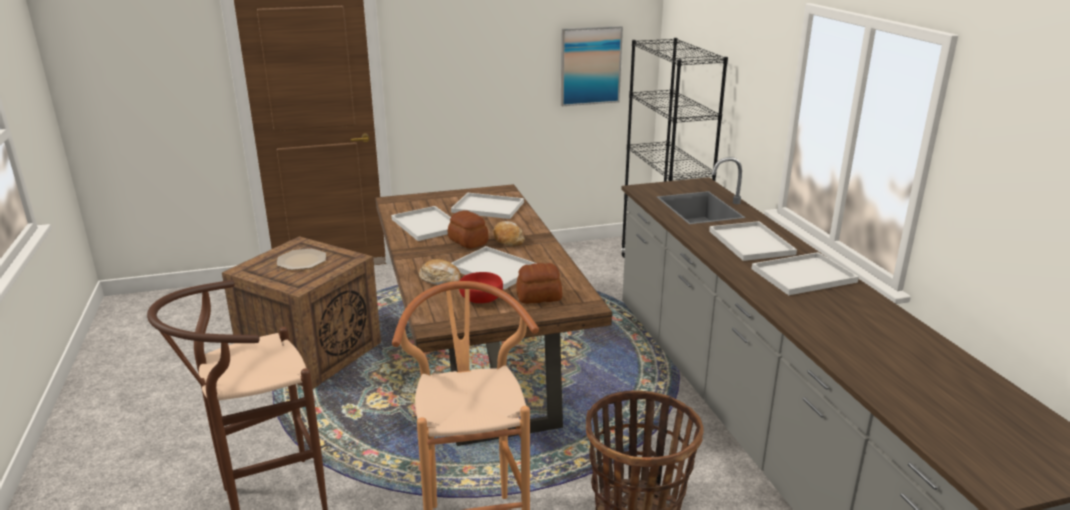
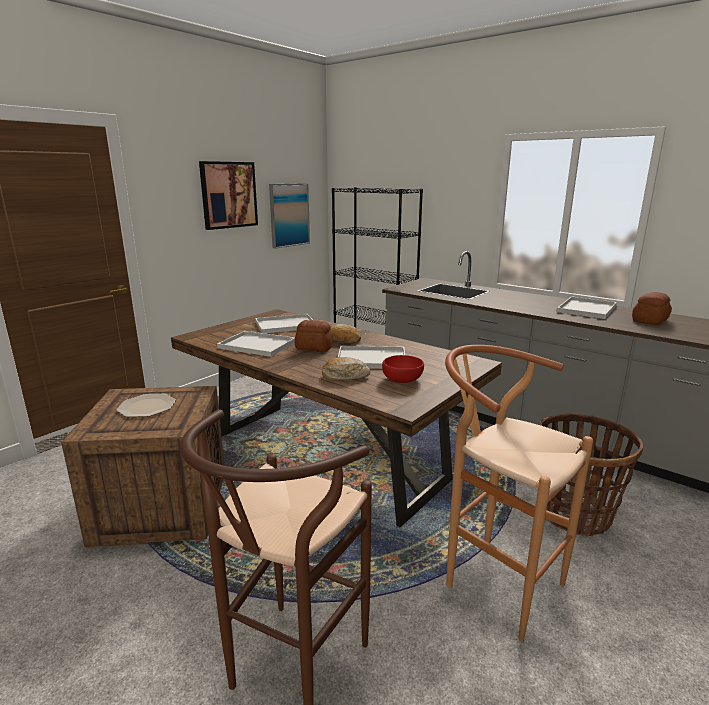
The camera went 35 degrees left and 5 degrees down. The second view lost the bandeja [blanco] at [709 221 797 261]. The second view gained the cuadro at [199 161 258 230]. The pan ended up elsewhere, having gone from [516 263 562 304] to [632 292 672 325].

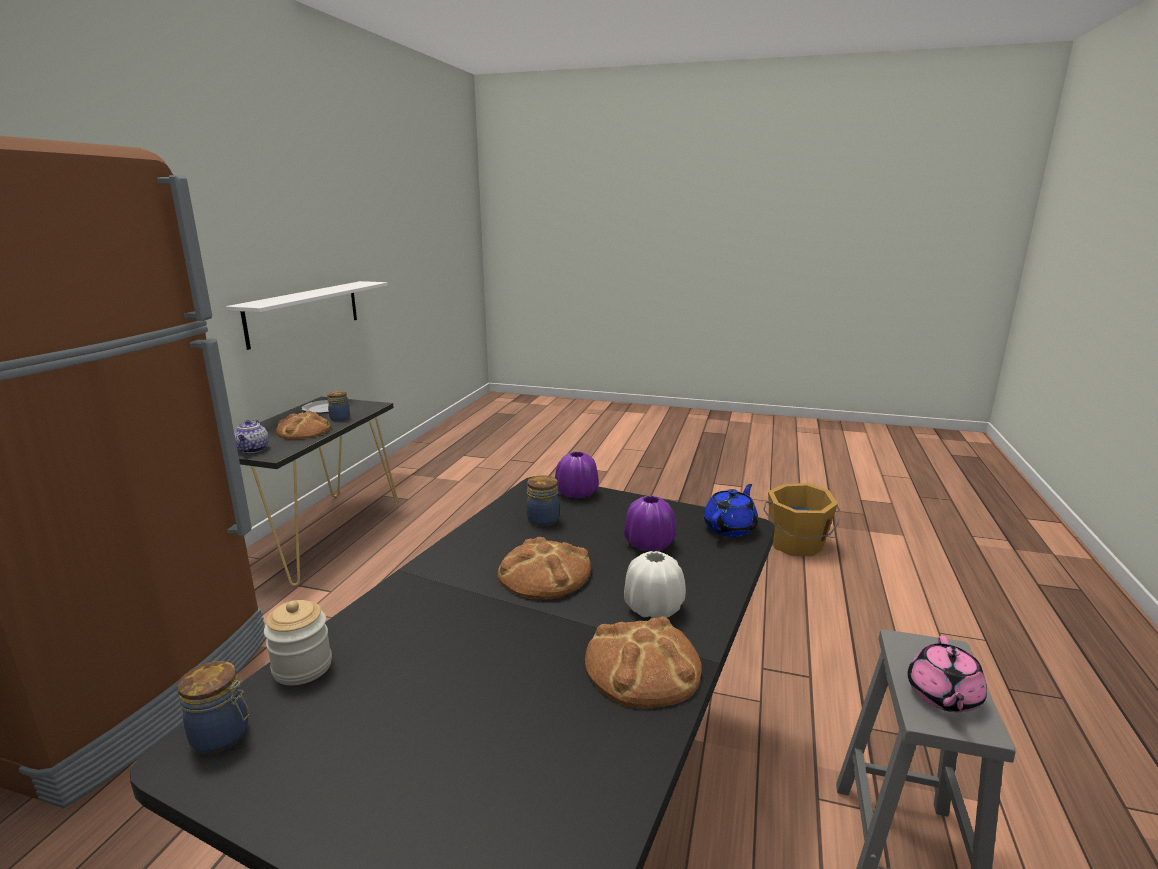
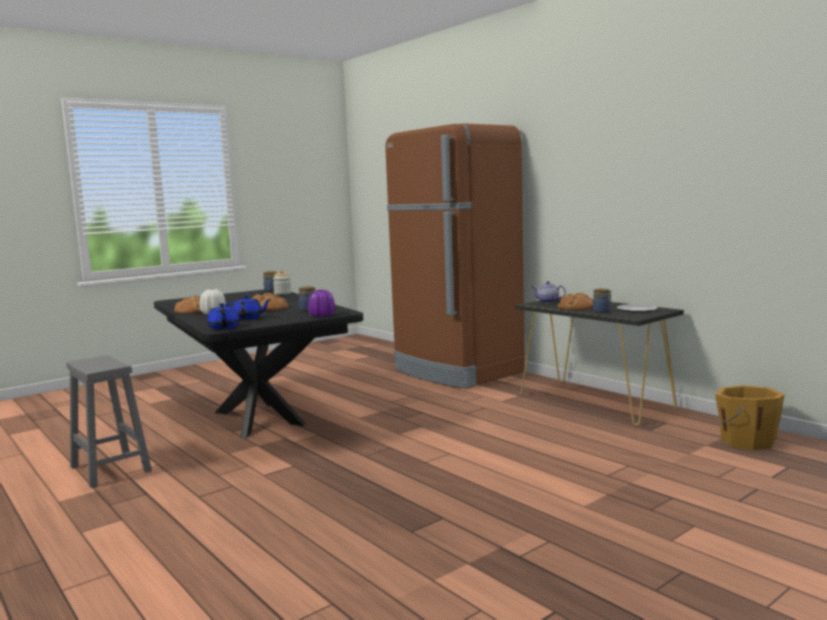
The camera went 125 degrees right and 10 degrees down. The second view lost the estante [blanco] at [226 281 388 350]. The second view lost the tetera [rosa] at [908 636 987 712]. The cubo [naranja] ended up elsewhere, having gone from [763 483 840 556] to [715 385 785 450]. Where the florero [morado] stood at [624 496 676 552], the tetera [azul] came to stand at [225 295 272 320].

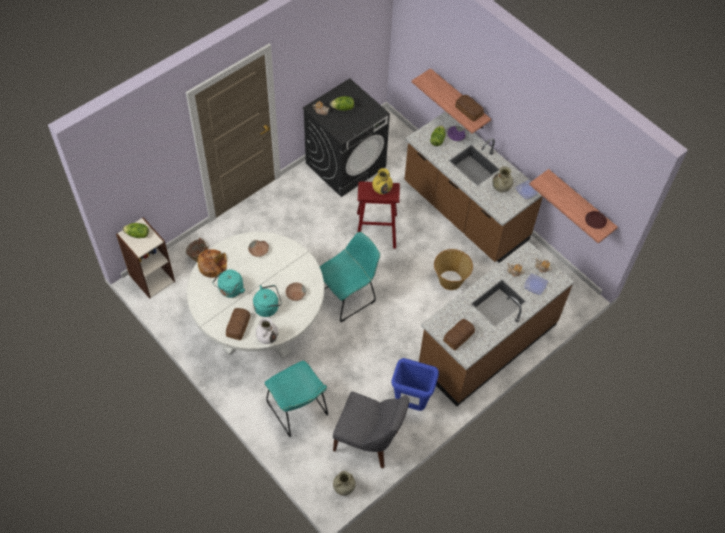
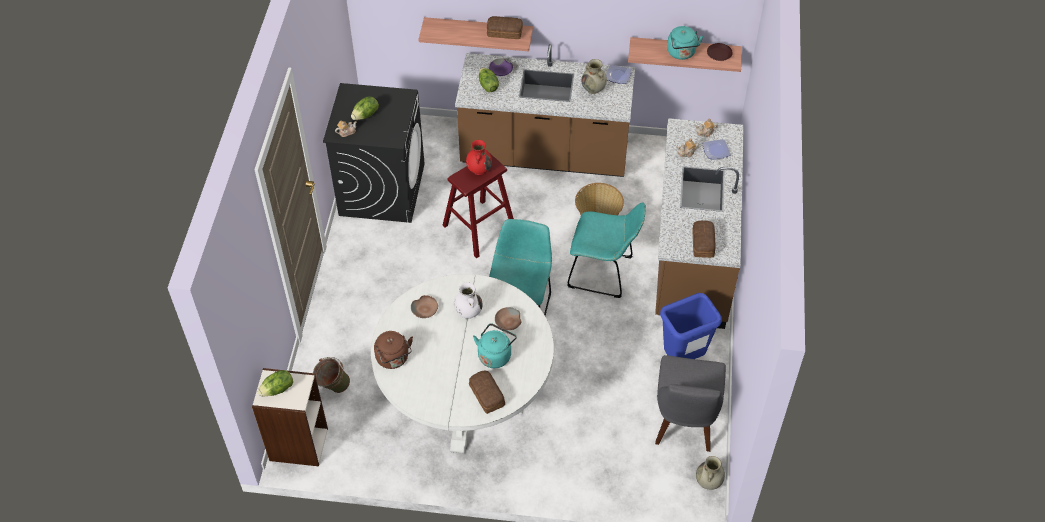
The camera went 40 degrees left and 5 degrees down. The hervidor [turquesa] ended up elsewhere, having gone from [212 270 245 298] to [667 26 704 60]. The florero [blanco] ended up elsewhere, having gone from [256 317 278 344] to [454 282 483 319]. The silla [turquesa] ended up elsewhere, having gone from [265 361 328 437] to [567 202 646 298]. Where the pan stood at [197 249 227 278], the hervidor [marrón] came to stand at [374 331 413 369]. What was the florero [amarillo] at [372 168 393 194] turned into the florero [rojo] at [466 140 492 175]. The silla [gris] at [333 392 409 468] ended up facing another way, 120 degrees clockwise from before.

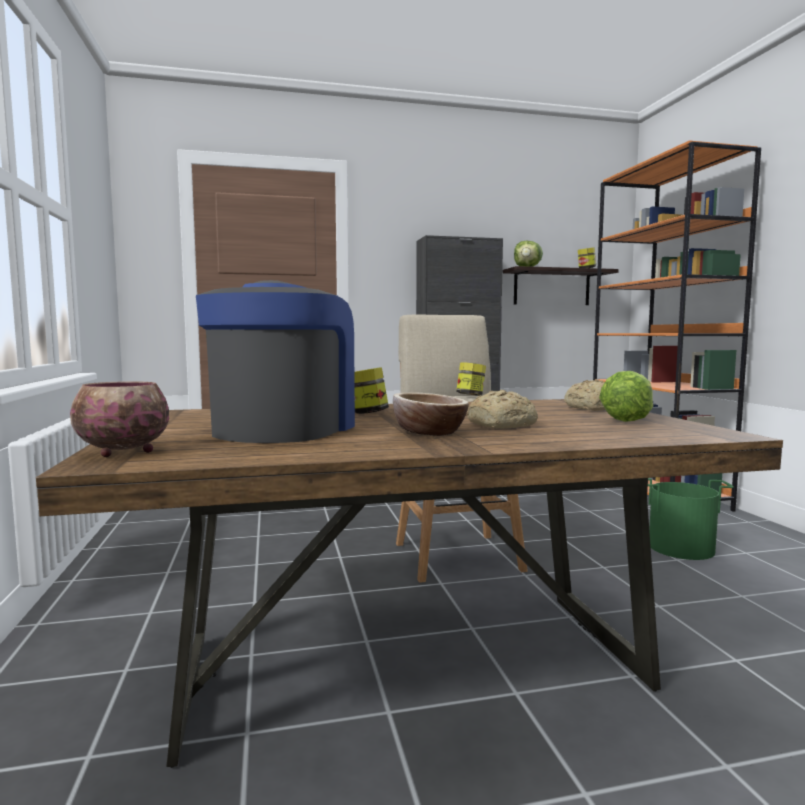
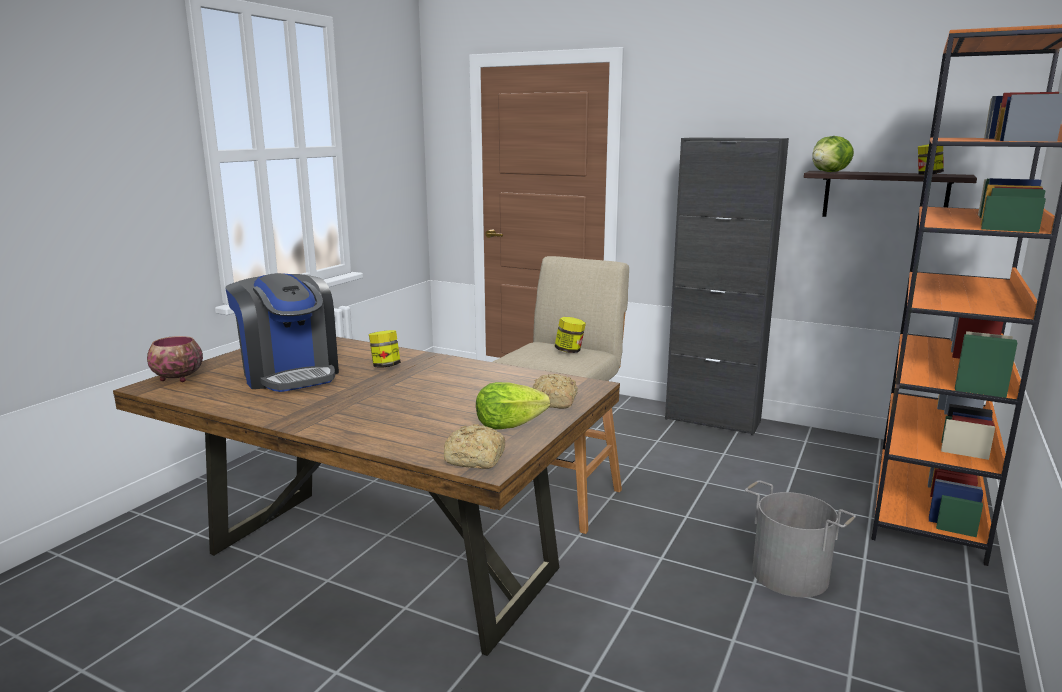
The camera went 40 degrees right and 10 degrees up. The second view lost the cuenco at [393 392 469 436]. The pan ended up elsewhere, having gone from [467 390 538 429] to [444 424 505 469]. What was the cubo [verde] at [648 478 734 560] turned into the cubo [gris] at [745 480 856 597]. The cafetera at [196 280 355 443] ended up facing another way, 90 degrees clockwise from before.

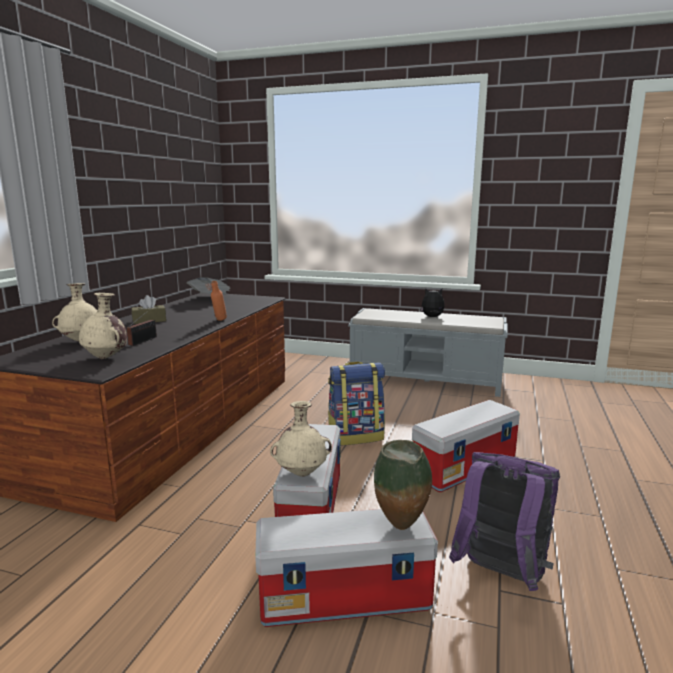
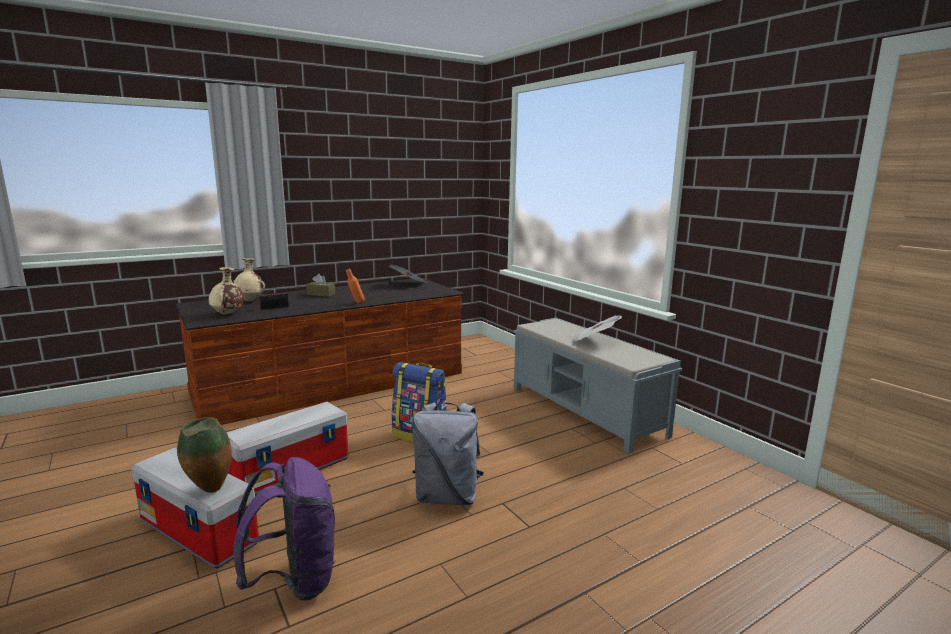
The camera went 40 degrees right and 0 degrees up. The second view lost the florero [beis] at [270 401 332 477]. Where the caja de almacenaje stood at [412 400 520 492], the mochila [gris] came to stand at [412 402 484 505]. Where the peluche stood at [421 288 445 317], the periódico came to stand at [570 315 622 342].

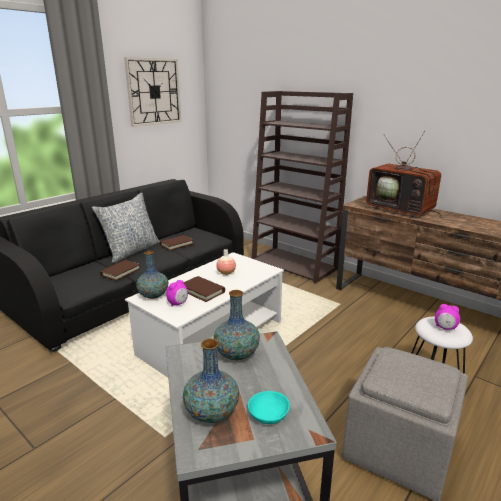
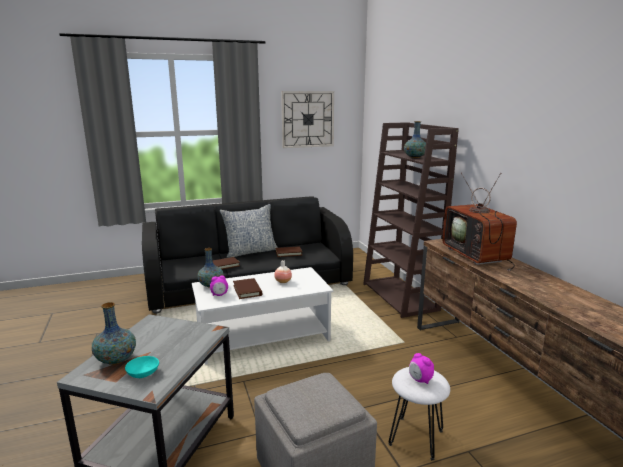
The camera went 30 degrees right and 5 degrees down. The florero ended up elsewhere, having gone from [213 290 260 360] to [404 121 426 158].

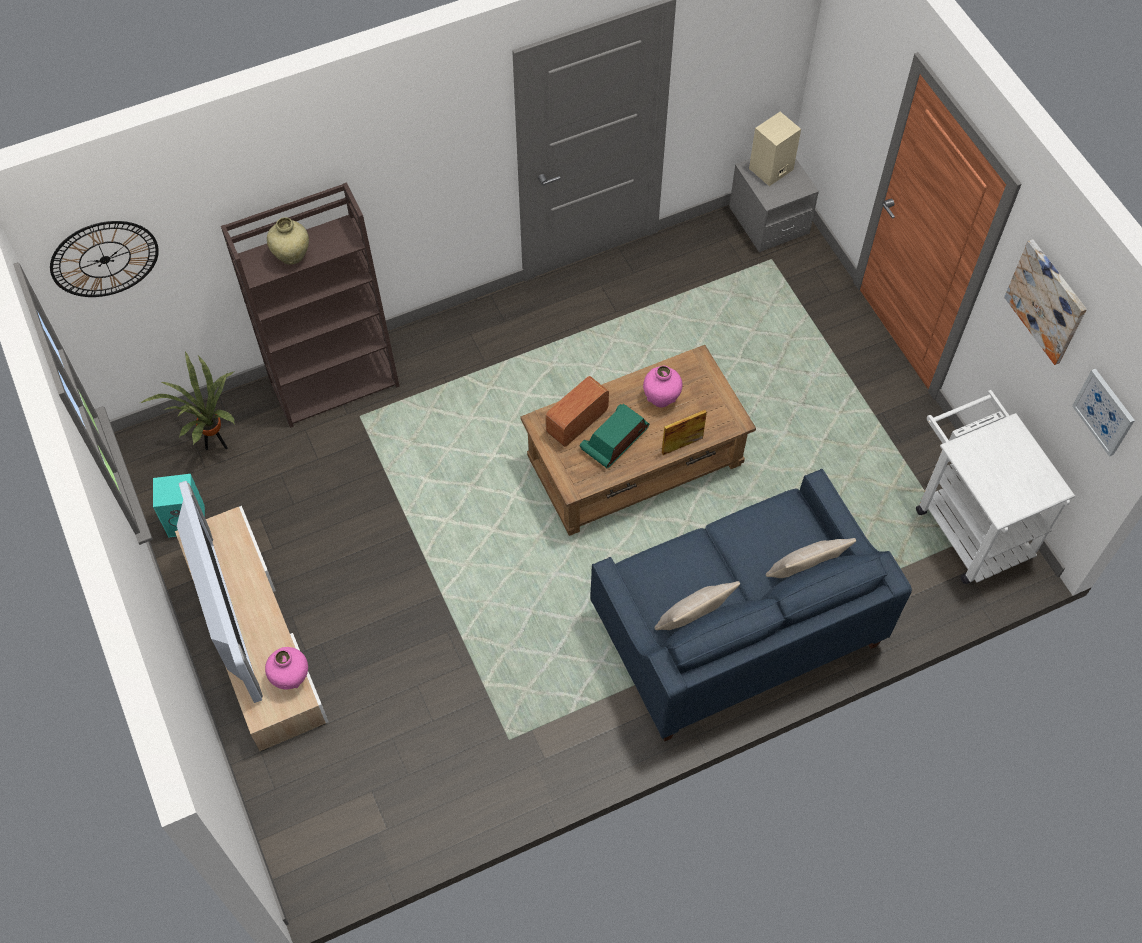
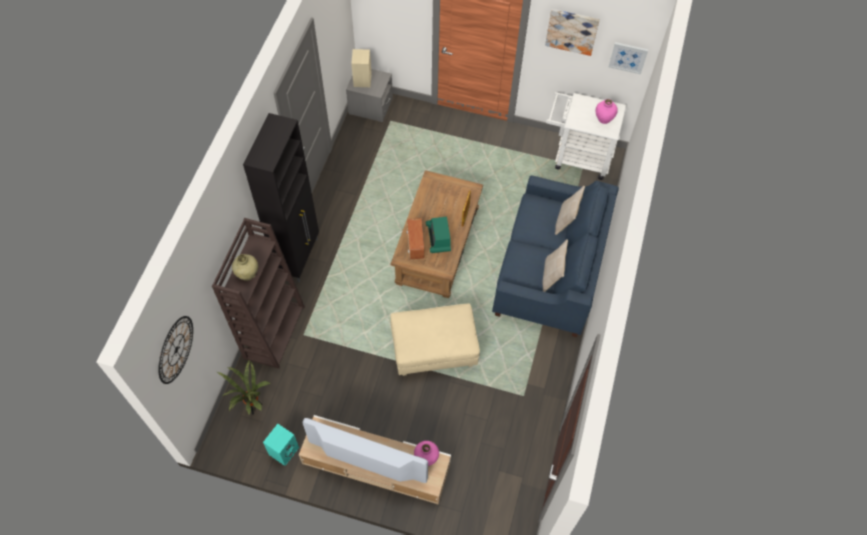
The camera went 50 degrees left and 0 degrees up. The second view gained the armario [negro] at [243 113 319 282]. The second view gained the puf [beis] at [391 304 480 376]. The florero [rosa] ended up elsewhere, having gone from [643 366 682 408] to [596 99 618 124].

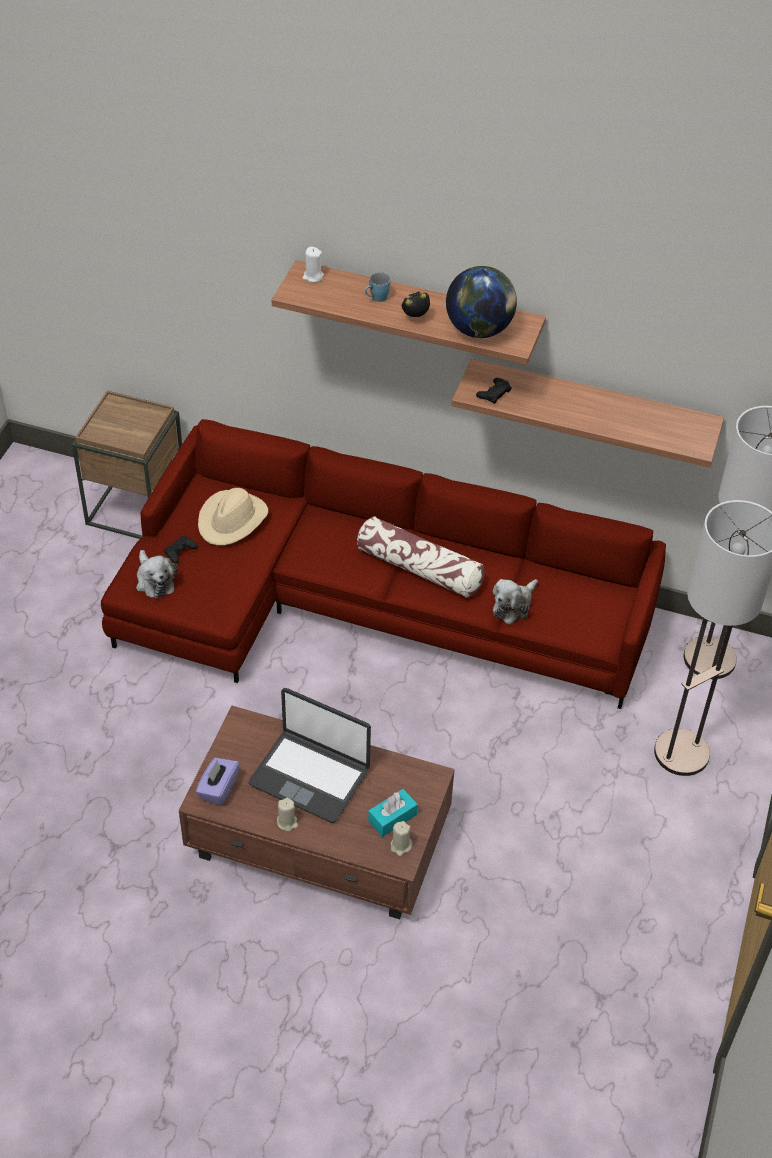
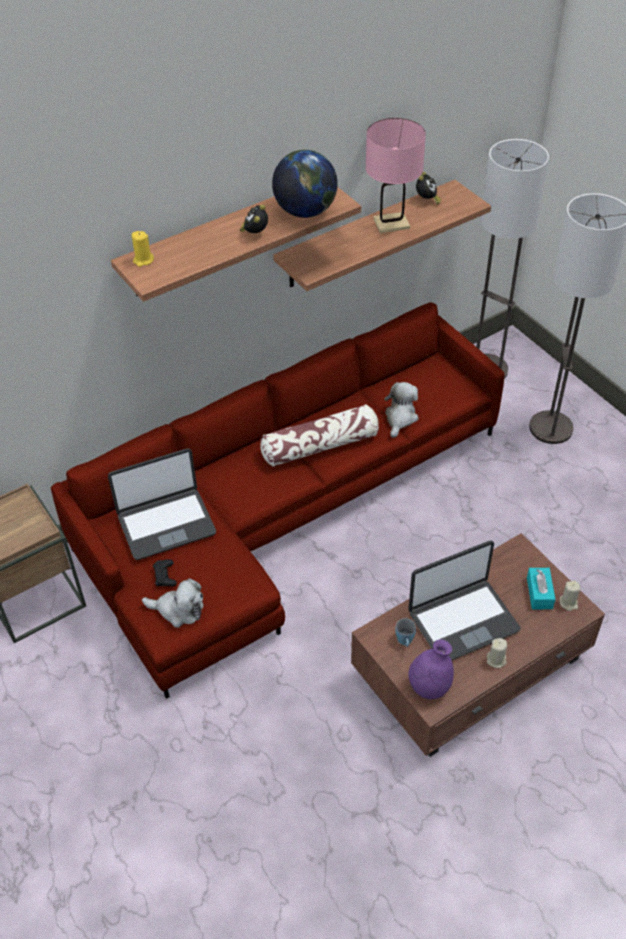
The camera went 50 degrees left and 0 degrees up. The second view lost the mando de consola [negro] at [476 378 512 404]. The second view gained the lámpara de mesa [rosa] at [366 118 426 233]. The second view gained the despertador at [416 172 441 204]. The taza grande [azul] ended up elsewhere, having gone from [365 272 391 302] to [395 618 416 647]. Where the caja de pañuelos [morado] stood at [196 758 239 806], the florero [morado] came to stand at [408 639 454 699]. Where the sombrero [beis] stood at [198 488 268 545], the portátil came to stand at [108 448 216 560]. What was the vela [blanco] at [303 247 324 283] turned into the vela [amarillo] at [132 231 154 267]. The peluche at [493 579 538 625] ended up facing another way, 150 degrees counterclockwise from before.

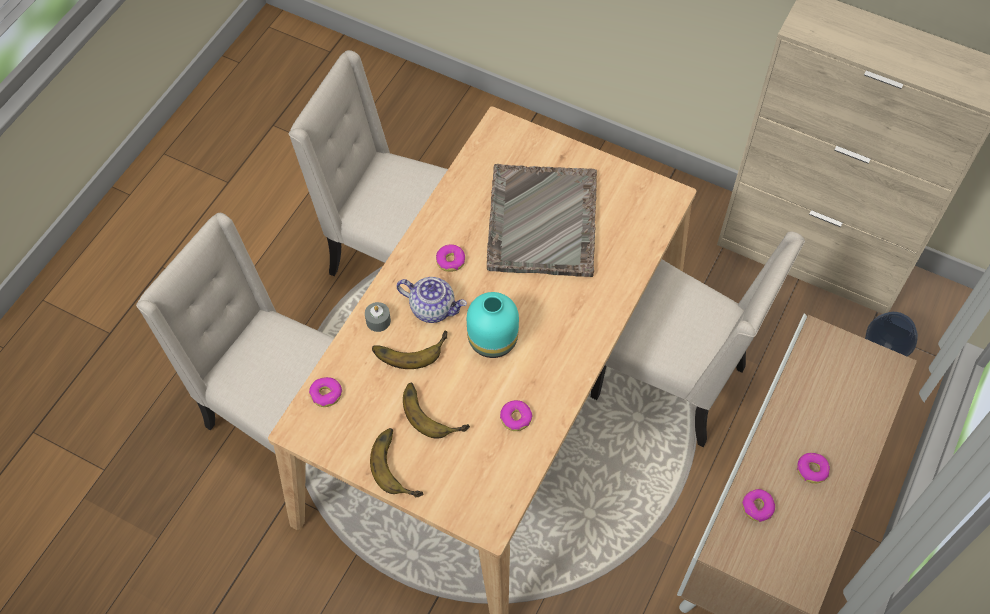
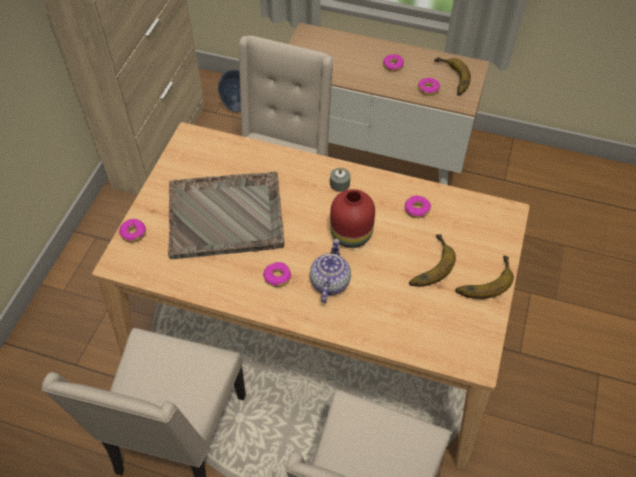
The camera went 100 degrees left and 5 degrees down. The rosquilla ended up elsewhere, having gone from [309 377 342 407] to [119 219 146 243]. The vela [gris] ended up elsewhere, having gone from [365 302 391 332] to [330 168 350 192]. The plátano ended up elsewhere, having gone from [372 331 447 369] to [434 57 471 96]. What was the florero [turquesa] at [467 292 519 358] turned into the florero [rojo] at [330 189 375 248].

